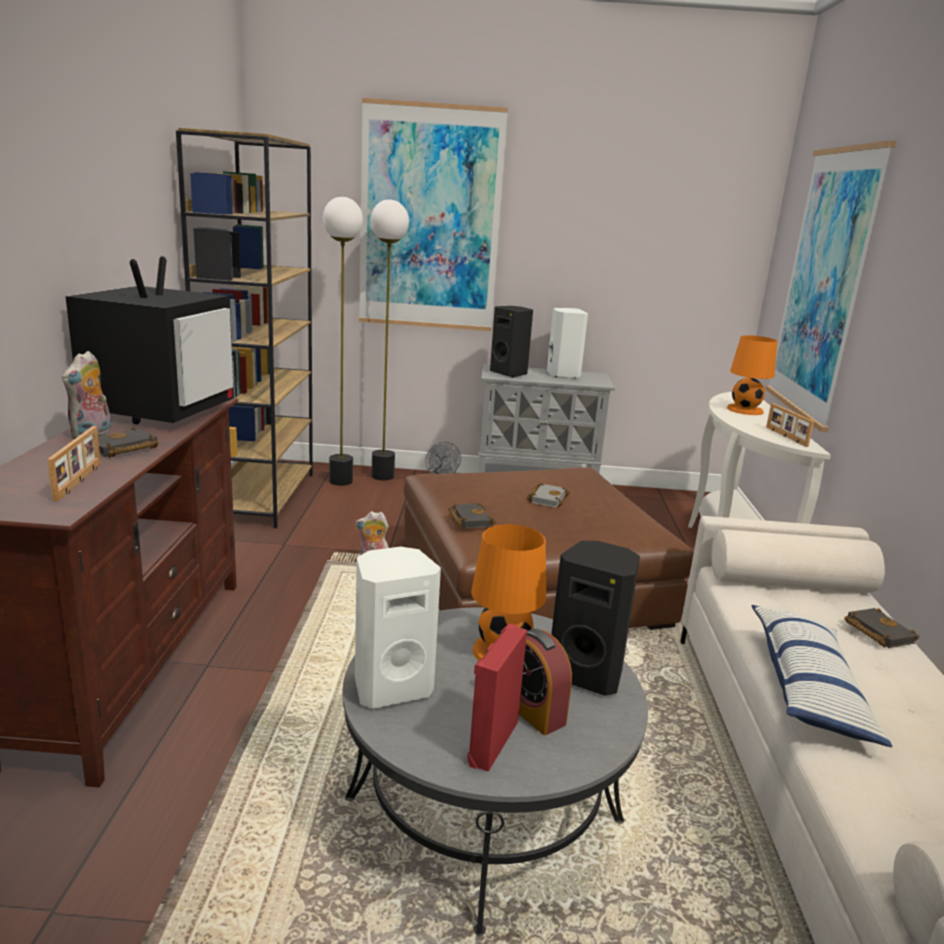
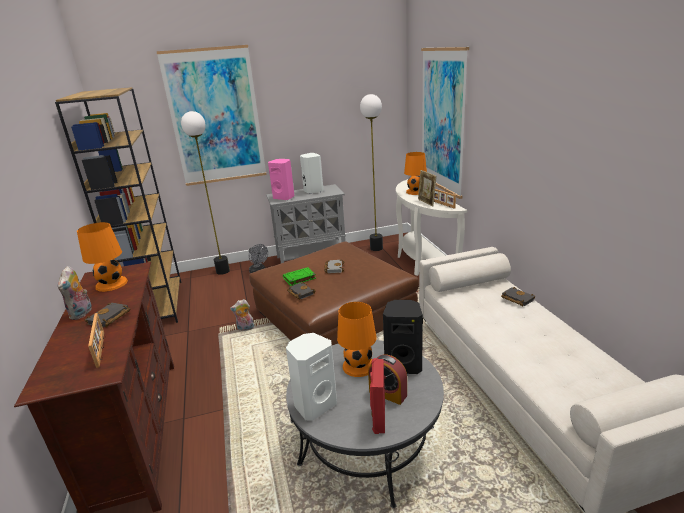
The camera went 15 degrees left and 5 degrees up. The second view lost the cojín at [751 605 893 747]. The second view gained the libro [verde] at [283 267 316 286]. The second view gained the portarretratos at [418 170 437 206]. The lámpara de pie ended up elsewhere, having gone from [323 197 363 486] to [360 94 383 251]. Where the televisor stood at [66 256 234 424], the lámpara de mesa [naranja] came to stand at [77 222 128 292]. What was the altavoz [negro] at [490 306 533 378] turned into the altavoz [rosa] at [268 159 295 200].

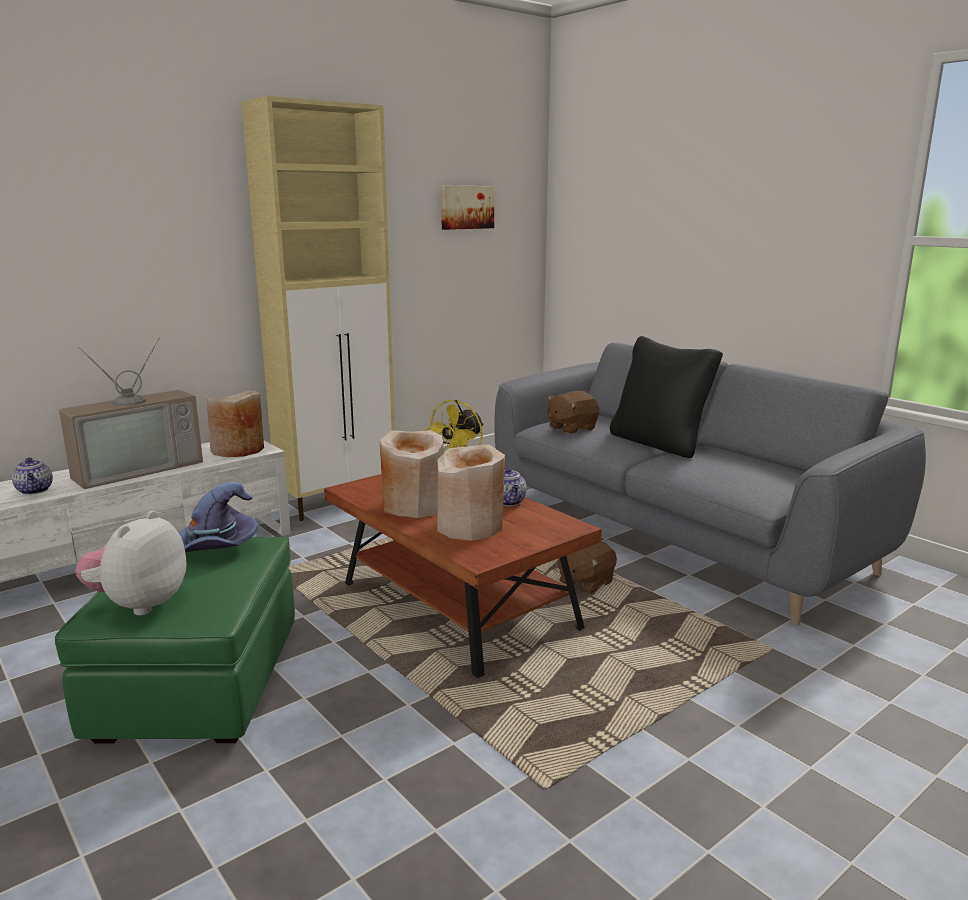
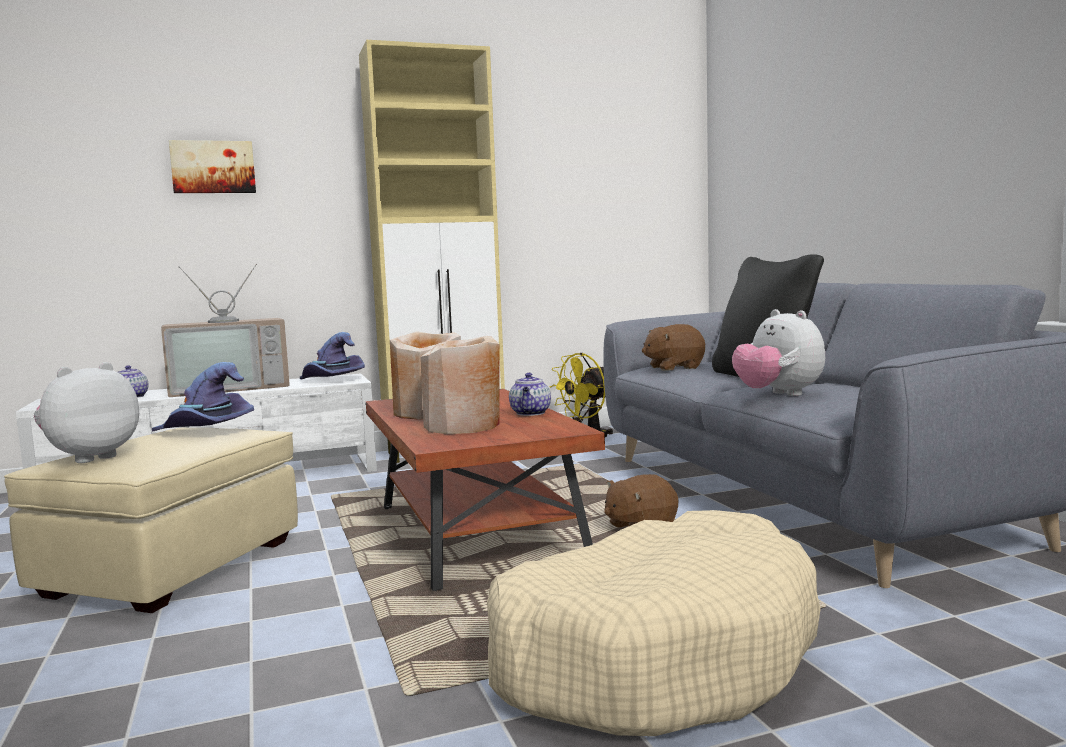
The camera went 20 degrees right and 10 degrees down. The second view gained the cama para perro [beis] at [487 510 821 736]. The second view gained the peluche at [732 309 825 396]. The cuadro ended up elsewhere, having gone from [441 186 494 230] to [169 140 256 193]. Where the florero [beis] stood at [206 391 264 457], the sombrero [morado] came to stand at [300 332 365 379]. What was the puf [verde] at [55 537 295 744] turned into the puf [beis] at [4 428 298 613].

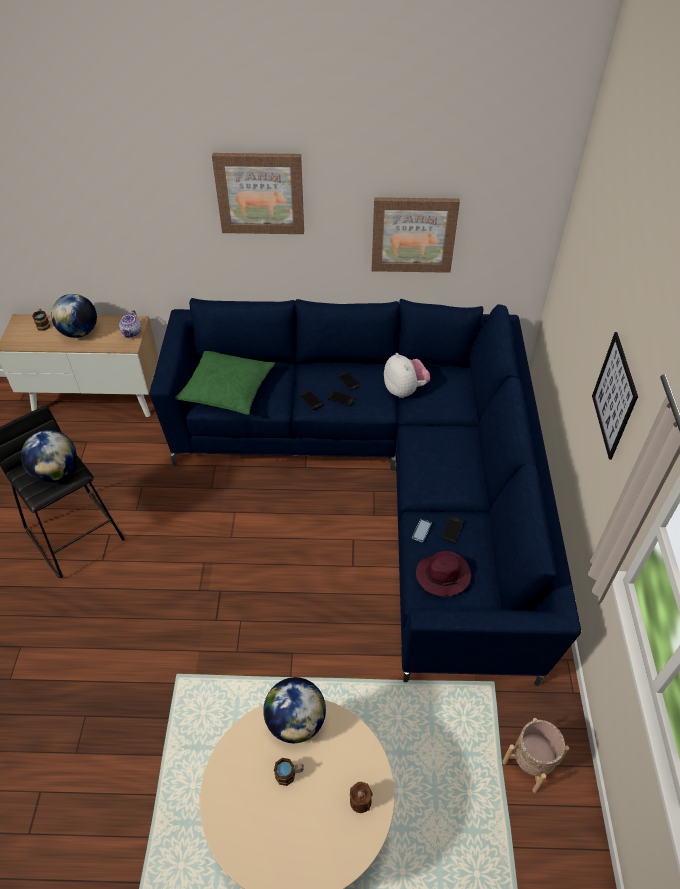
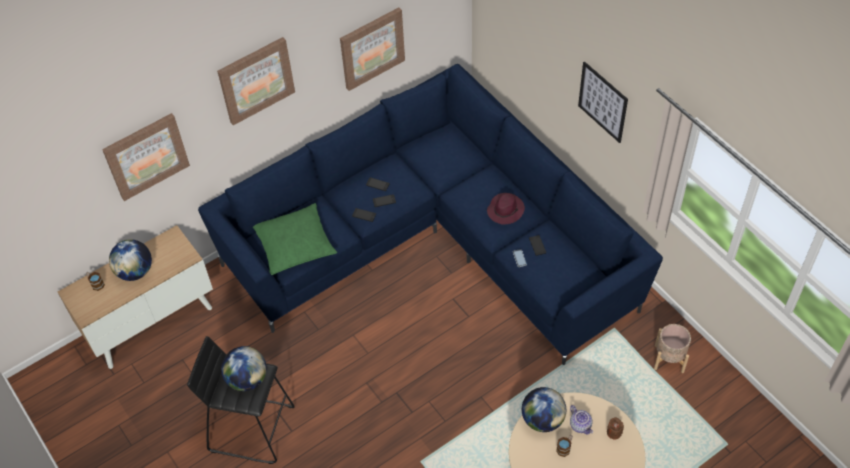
The camera went 35 degrees left and 5 degrees up. The second view lost the peluche at [384 353 430 398]. The second view gained the cuadro at [102 113 190 201]. The tetera ended up elsewhere, having gone from [119 310 141 338] to [570 405 593 435]. The sombrero [morado] ended up elsewhere, having gone from [416 551 471 597] to [487 193 525 225].

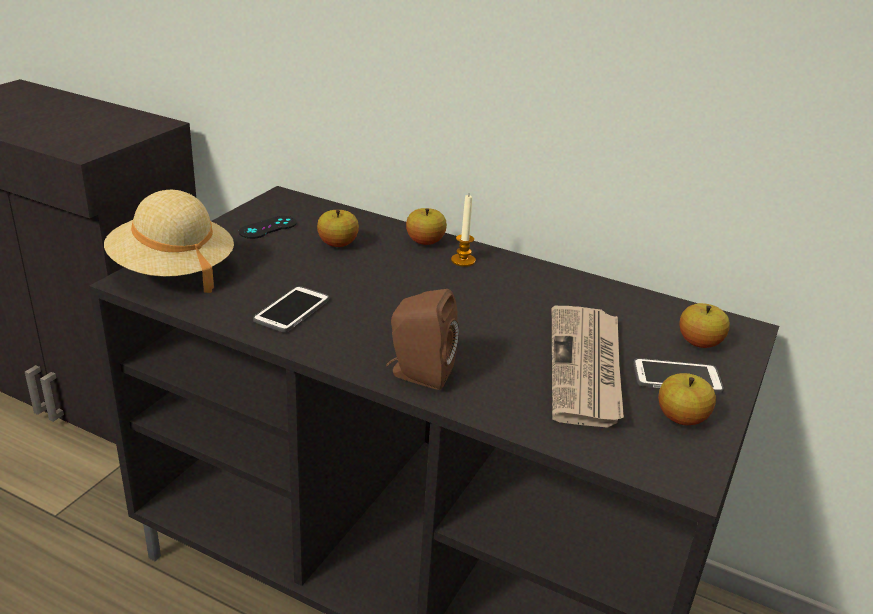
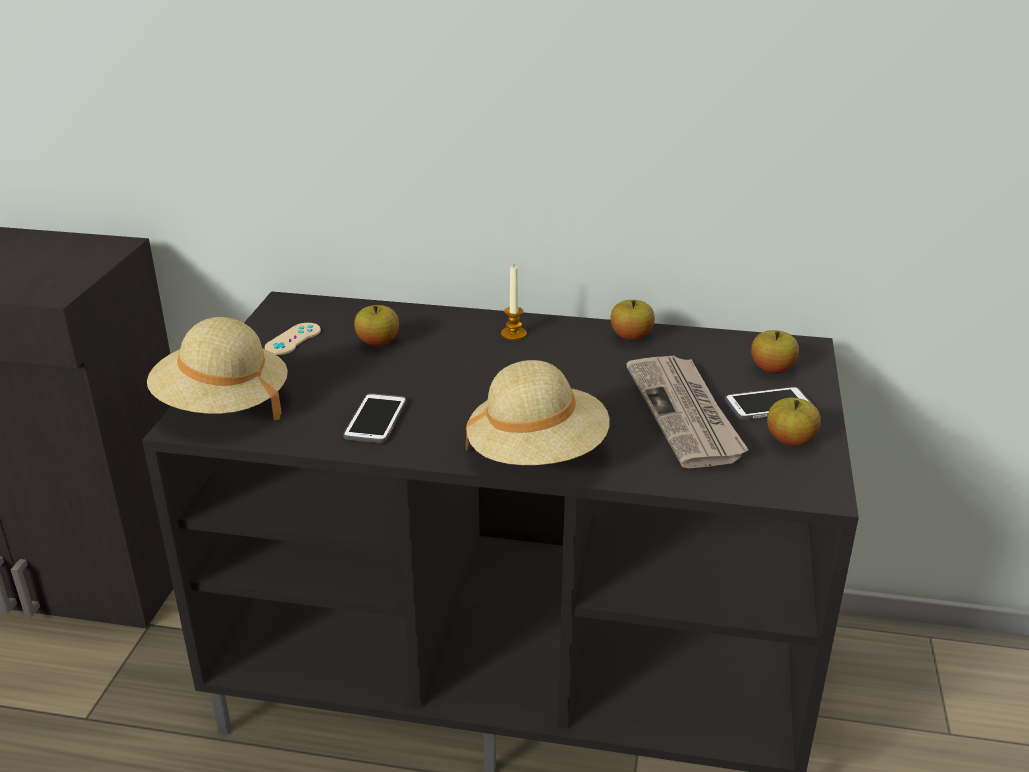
The camera went 15 degrees left and 0 degrees up. The manzana ended up elsewhere, having gone from [406 208 447 245] to [611 300 655 340]. Where the altavoz [marrón] stood at [386 289 459 390], the sombrero [beis] came to stand at [466 360 610 465]. What was the mando de consola [negro] at [239 216 297 239] turned into the mando de consola [beis] at [264 323 321 355].

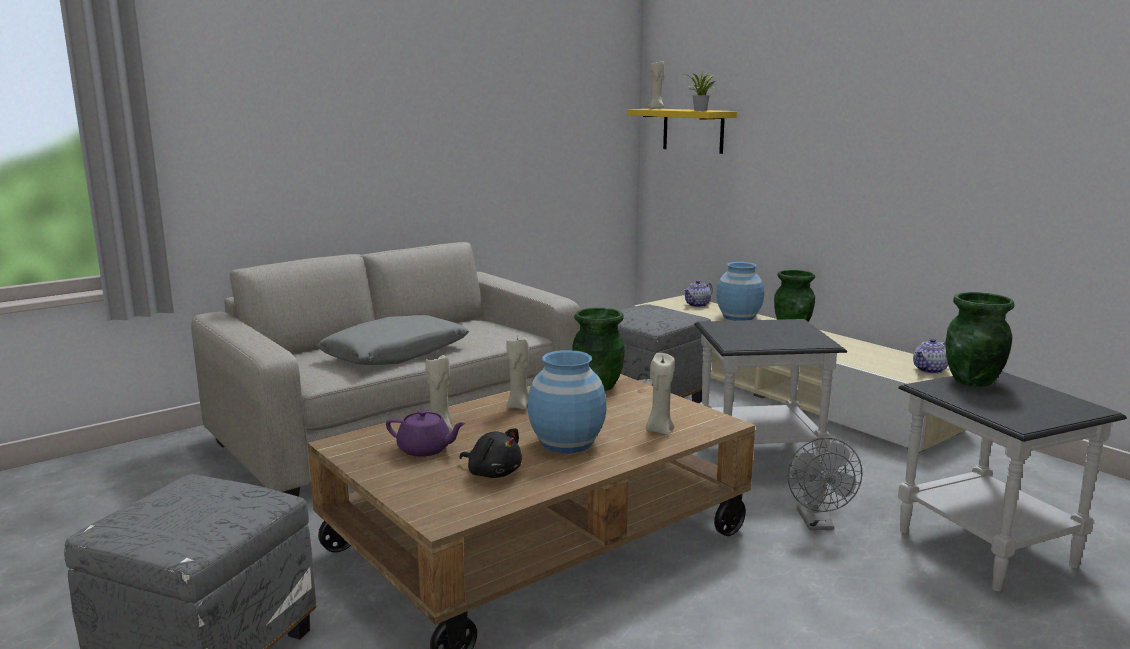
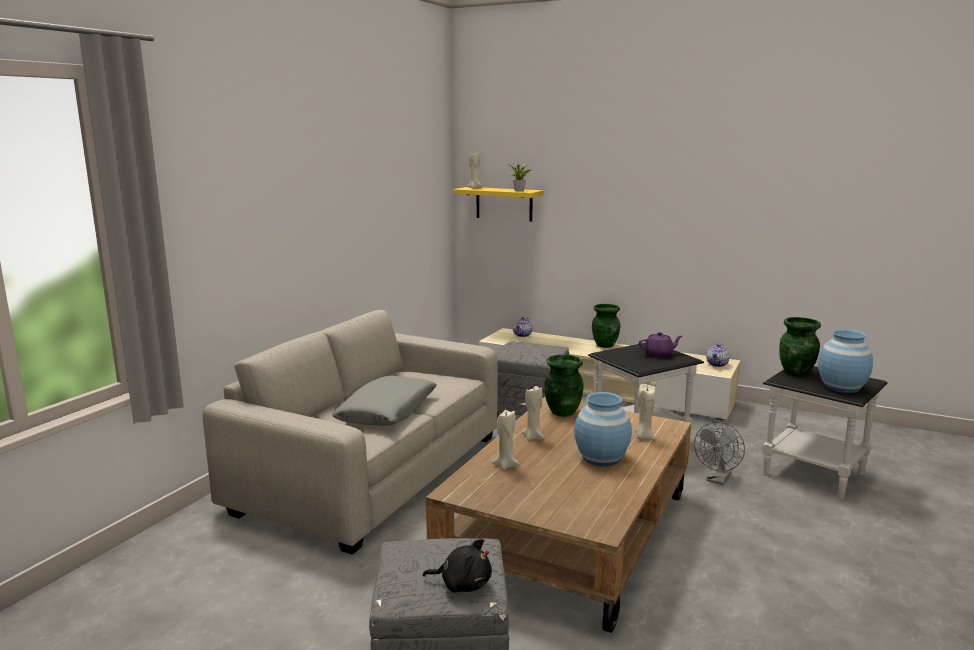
The camera went 25 degrees left and 0 degrees up. The tetera [morado] ended up elsewhere, having gone from [386 410 466 457] to [639 332 682 357]. The peluche [negro] ended up elsewhere, having gone from [459 428 522 478] to [423 539 492 593]. The florero [azul] ended up elsewhere, having gone from [716 262 764 321] to [818 329 873 393]. The ventilador [gris] at [787 437 862 530] ended up facing another way, 60 degrees clockwise from before.

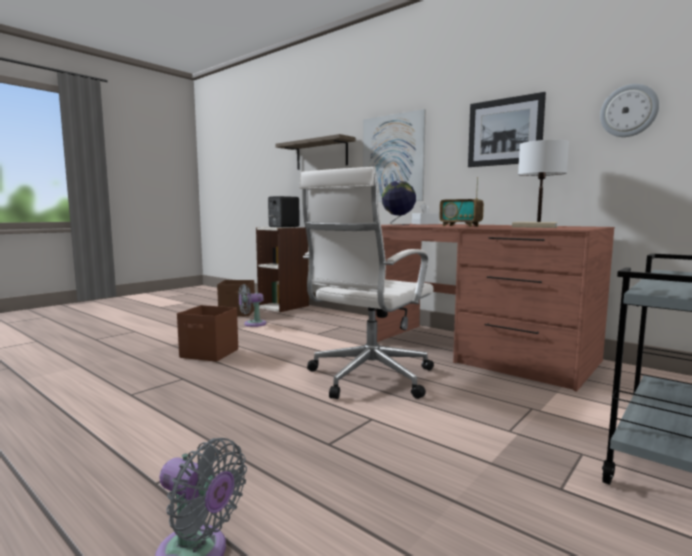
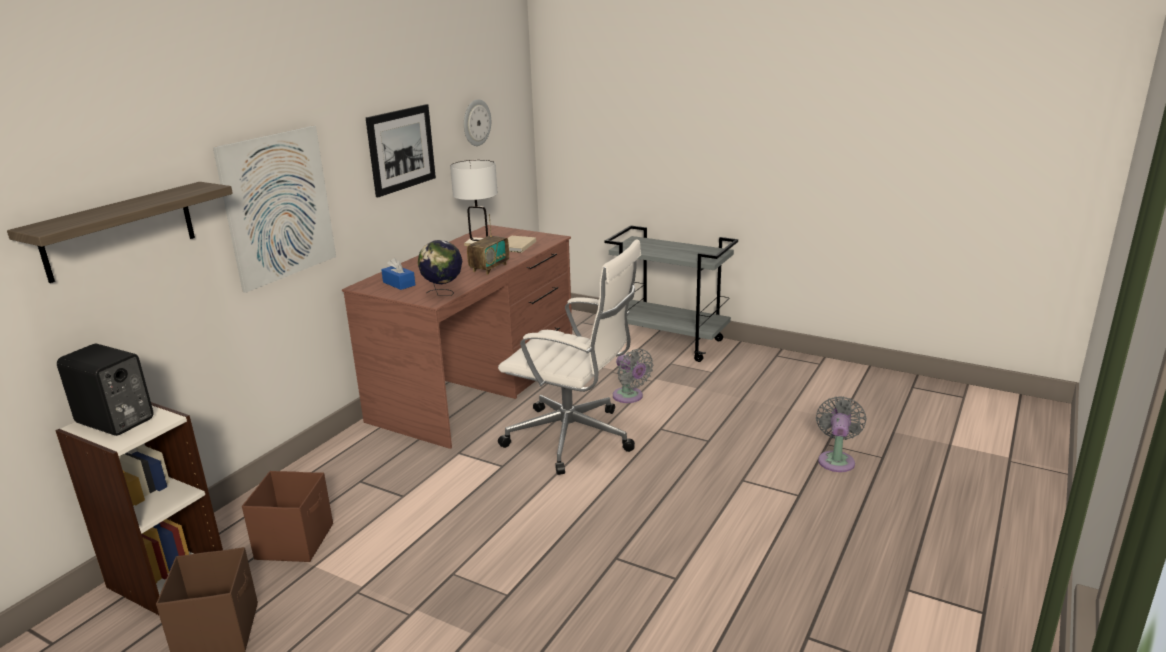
The camera went 100 degrees left and 15 degrees up. The caja de almacenaje [marrón] ended up elsewhere, having gone from [177 305 238 362] to [242 471 333 562]. The ventilador [gris] ended up elsewhere, having gone from [238 284 266 327] to [613 349 654 403]. What was the caja de pañuelos [blanco] at [412 203 439 225] turned into the caja de pañuelos [azul] at [381 258 415 290].

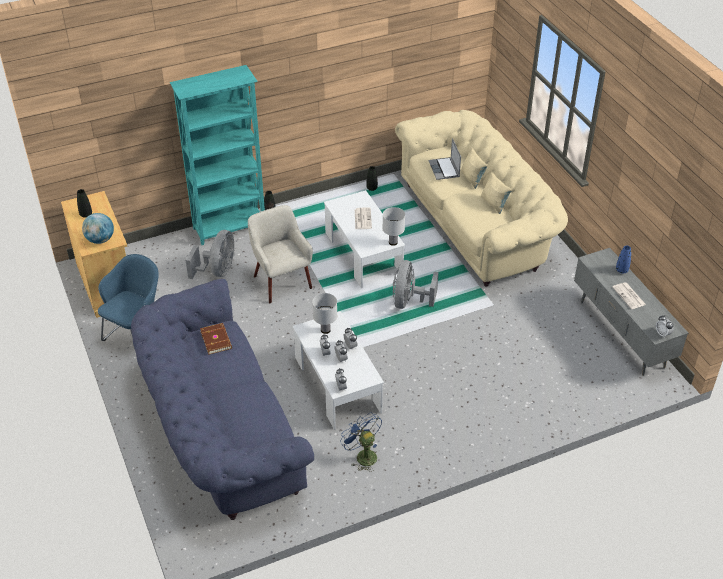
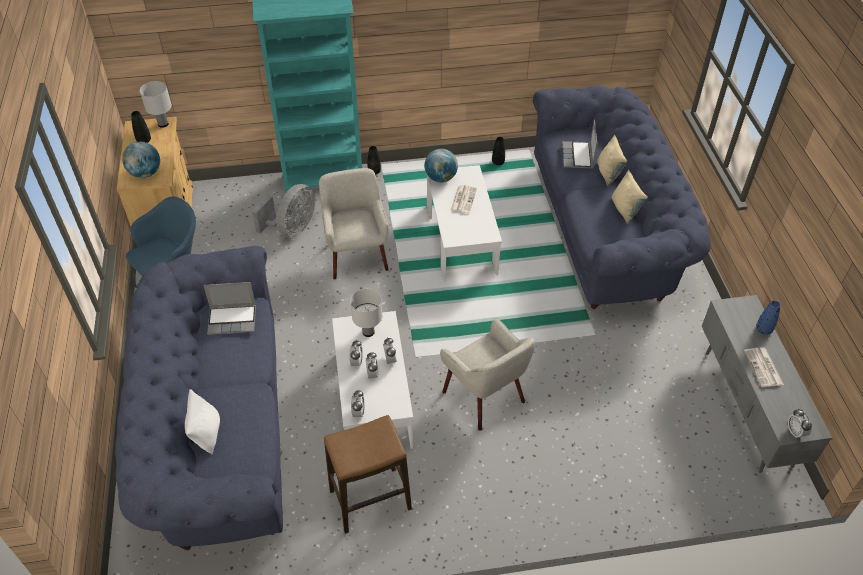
The camera went 15 degrees right and 5 degrees up. The second view lost the ventilador [gris] at [393 260 439 309]. The second view gained the cojín [blanco] at [185 389 220 454]. The second view gained the globo terráqueo at [424 149 458 182]. The second view gained the sillón [beis] at [440 318 535 431]. The lámpara de mesa [blanco] ended up elsewhere, having gone from [382 207 405 246] to [140 81 172 128]. Where the libro [marrón] stood at [200 323 232 355], the portátil came to stand at [203 282 256 335]. Where the ventilador [azul] stood at [340 412 382 472], the taburete came to stand at [324 415 412 534]. What was the sofá [beis] at [395 110 568 287] turned into the sofá [azul] at [533 85 711 309].

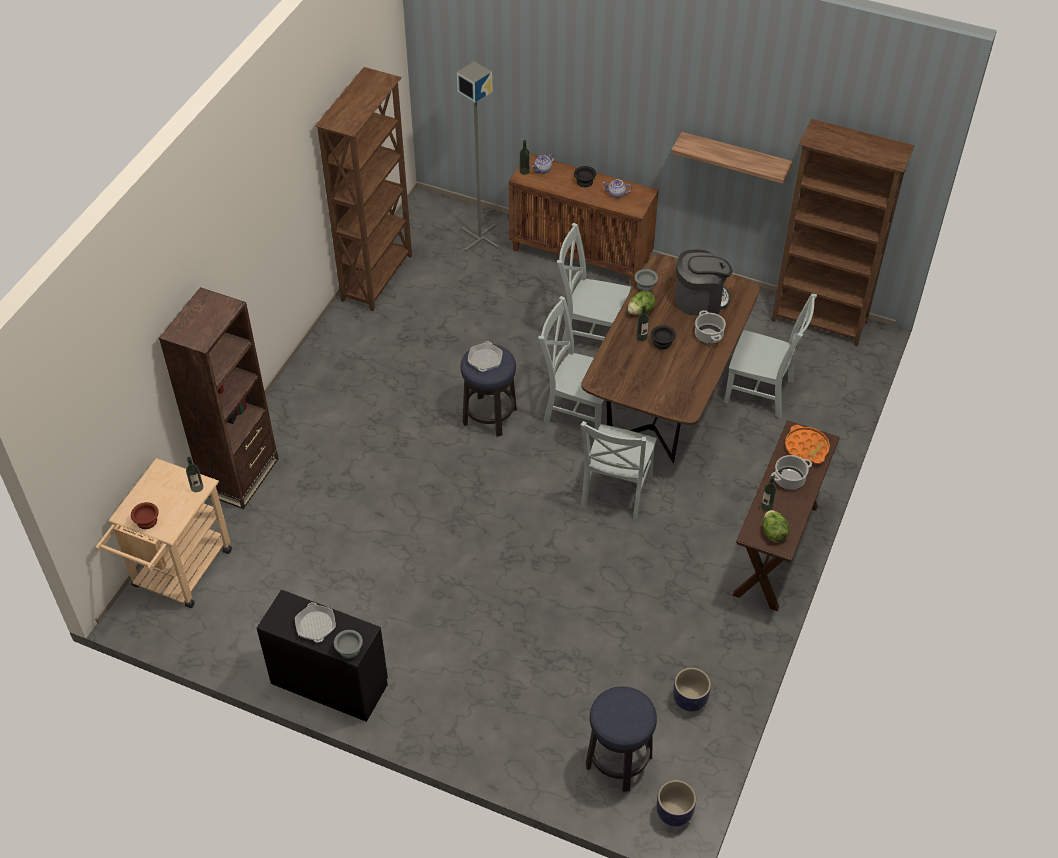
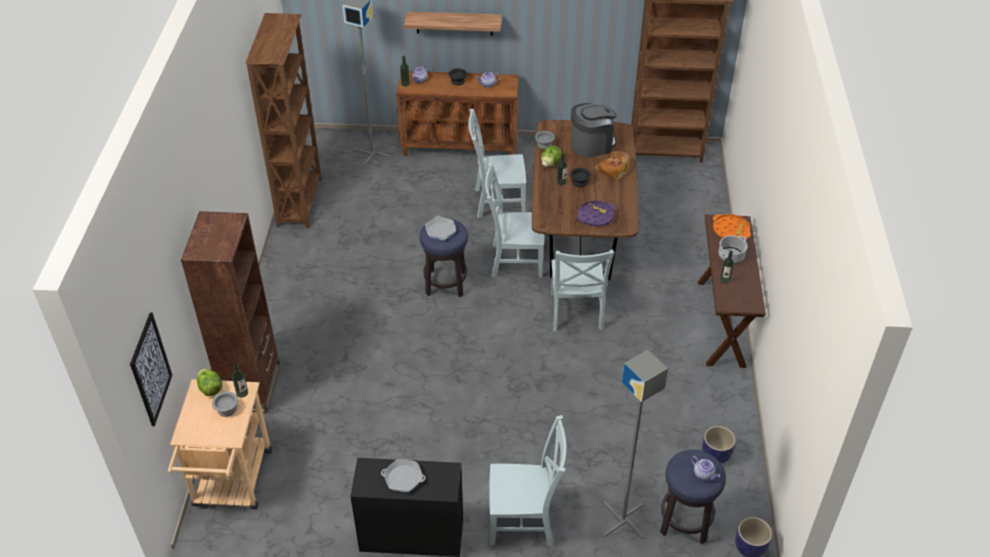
The camera went 20 degrees left and 5 degrees down. The second view lost the cuenco [marrón] at [131 502 159 529]. The second view gained the cuadro at [130 313 172 426]. The second view gained the bandeja [morado] at [577 201 615 227]. The second view gained the lámpara de pie [gris] at [603 350 668 539]. The second view gained the tetera at [691 456 720 481]. The cuenco [gris] ended up elsewhere, having gone from [334 630 363 659] to [212 392 238 417]. The estante ended up elsewhere, having gone from [671 132 793 184] to [404 12 502 36]. The silla [gris] ended up elsewhere, having gone from [724 294 817 418] to [489 415 567 546]. The lechuga ended up elsewhere, having gone from [763 510 790 542] to [197 369 222 396]. Where the olla stood at [695 310 726 344], the pan came to stand at [595 151 630 179]. The sartén at [295 602 336 642] ended up facing another way, 135 degrees clockwise from before.

